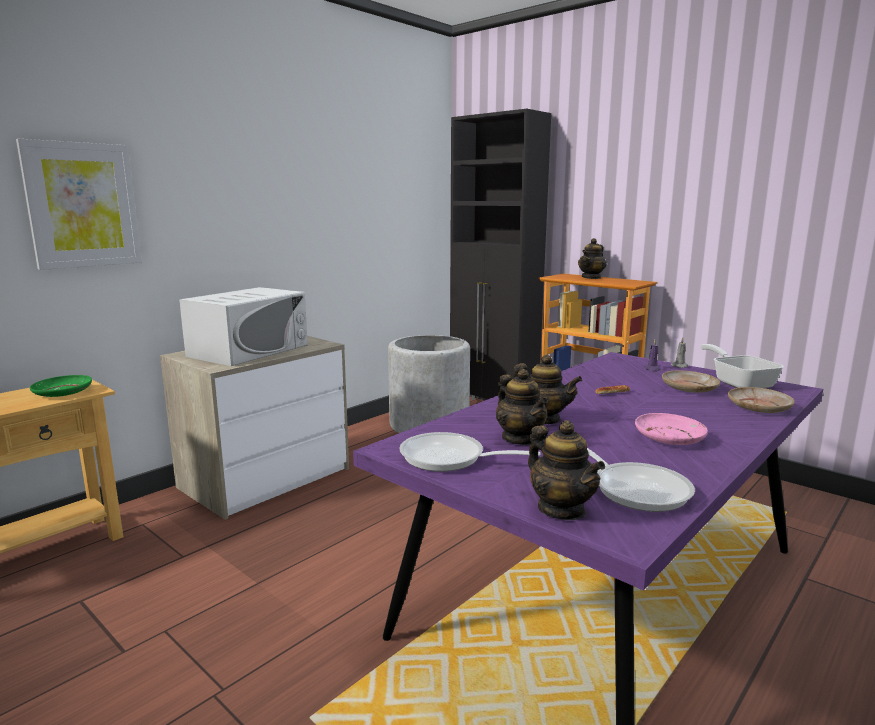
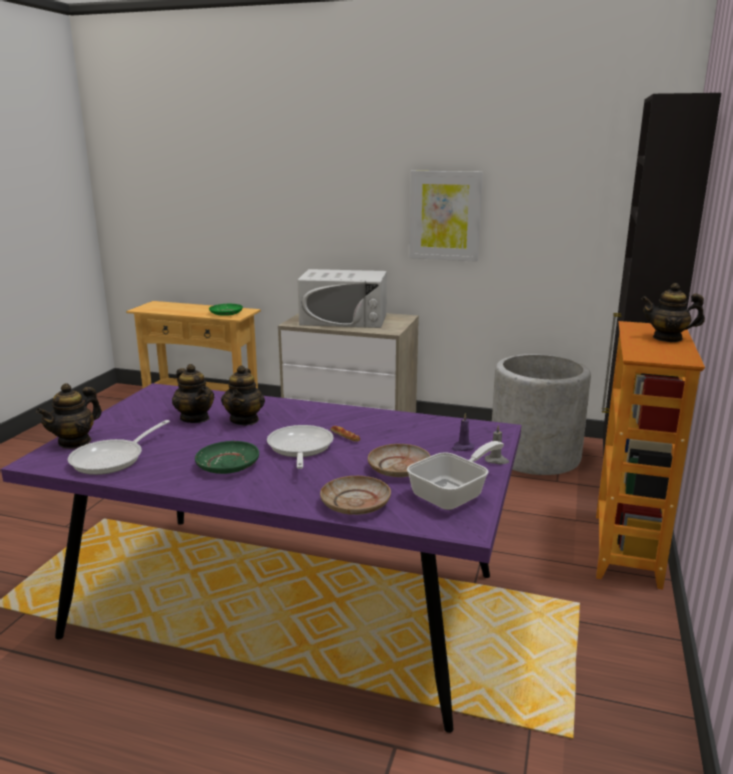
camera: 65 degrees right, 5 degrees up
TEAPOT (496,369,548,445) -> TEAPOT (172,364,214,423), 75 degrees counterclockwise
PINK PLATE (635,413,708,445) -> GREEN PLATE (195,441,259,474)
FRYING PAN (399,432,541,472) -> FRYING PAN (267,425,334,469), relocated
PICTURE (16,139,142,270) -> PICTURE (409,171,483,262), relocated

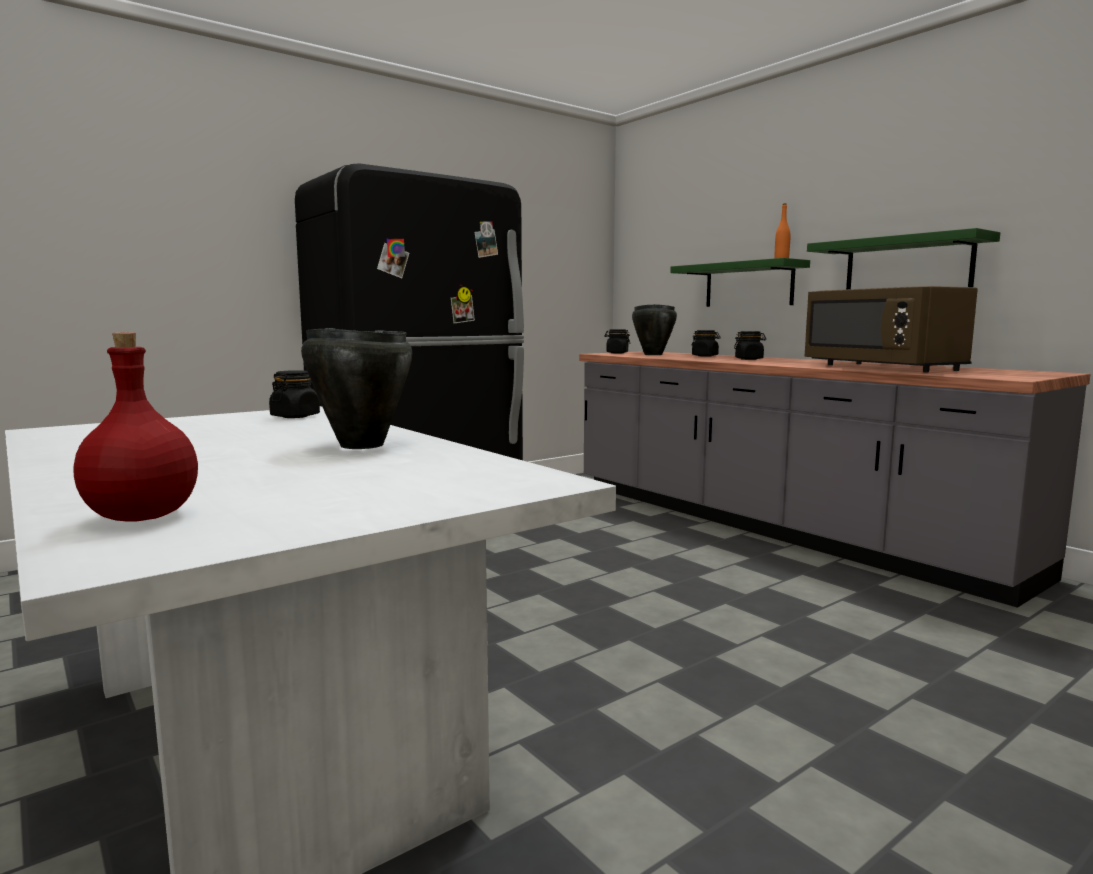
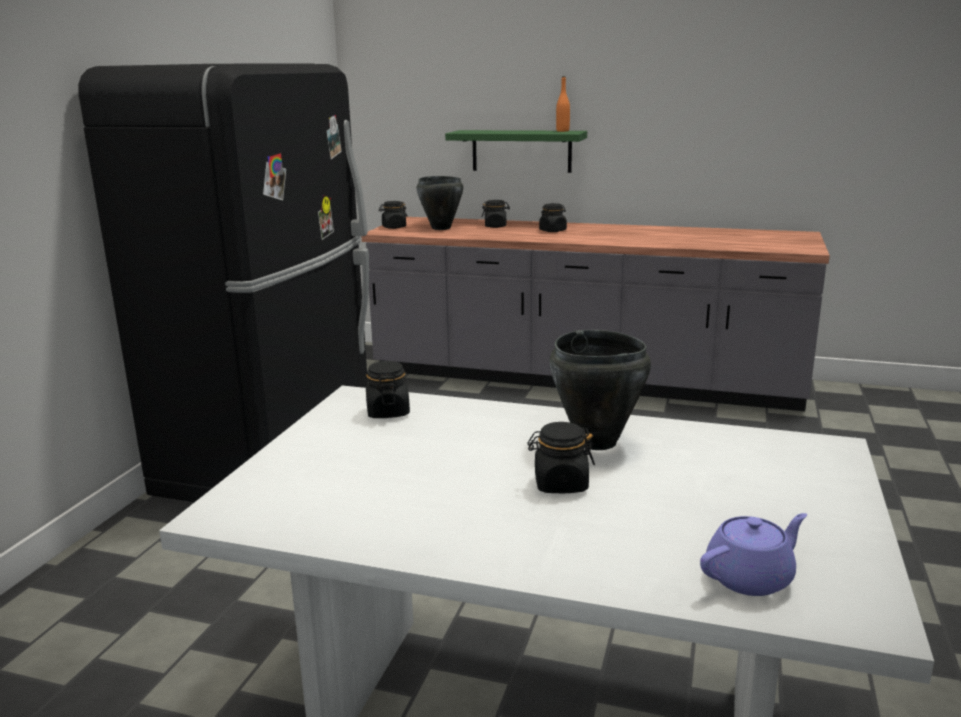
camera: 35 degrees left, 10 degrees up
none -> BLACK JAR (527,422,595,493)
RED BOTTLE (74,333,198,521) -> PURPLE TEAPOT (700,513,807,596)
BROWN MICROWAVE (805,286,978,373) -> none
GREEN SHELF (807,228,1000,289) -> none

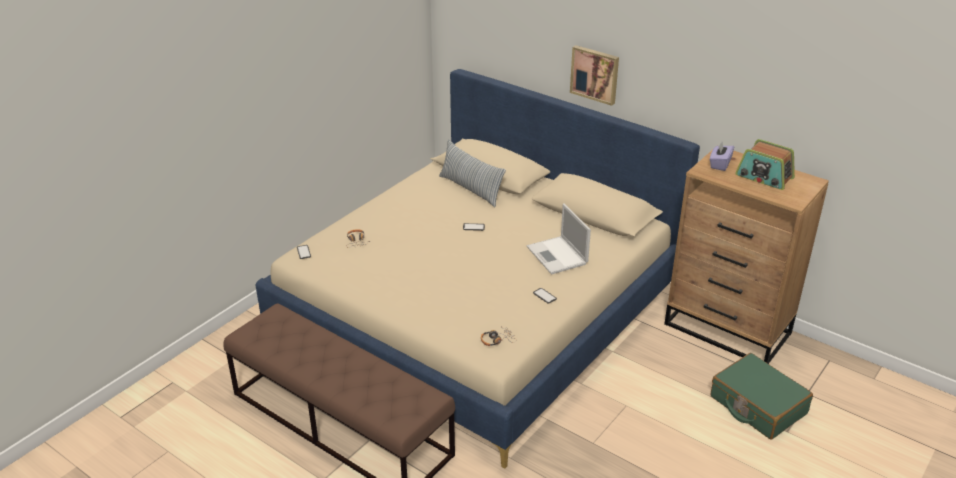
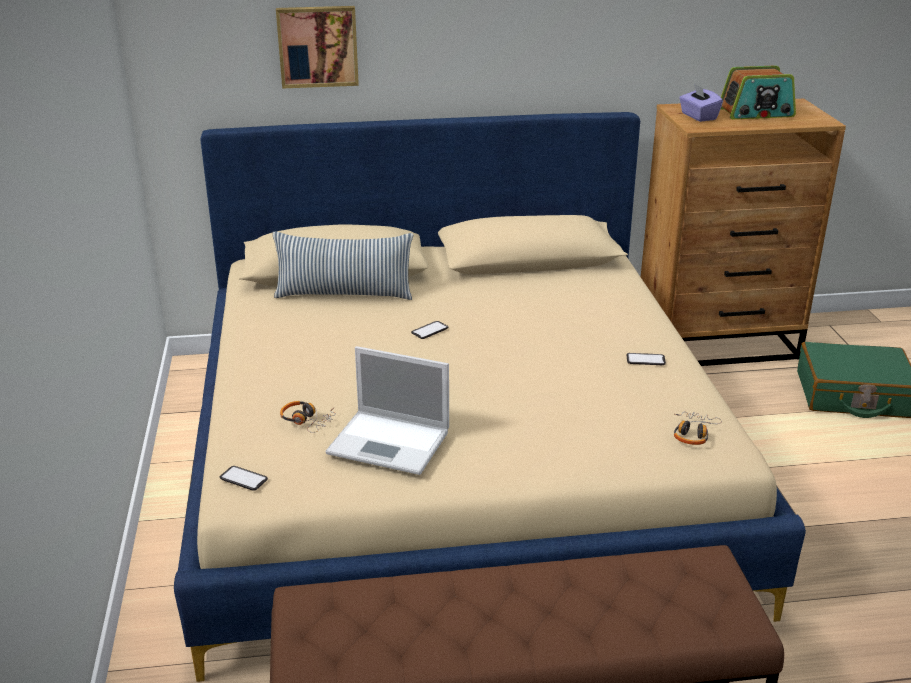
camera: 45 degrees left, 5 degrees down
PICTURE (570,45,619,106) -> PICTURE (276,6,359,89), relocated
LAPTOP (527,204,591,274) -> LAPTOP (325,346,449,475), relocated

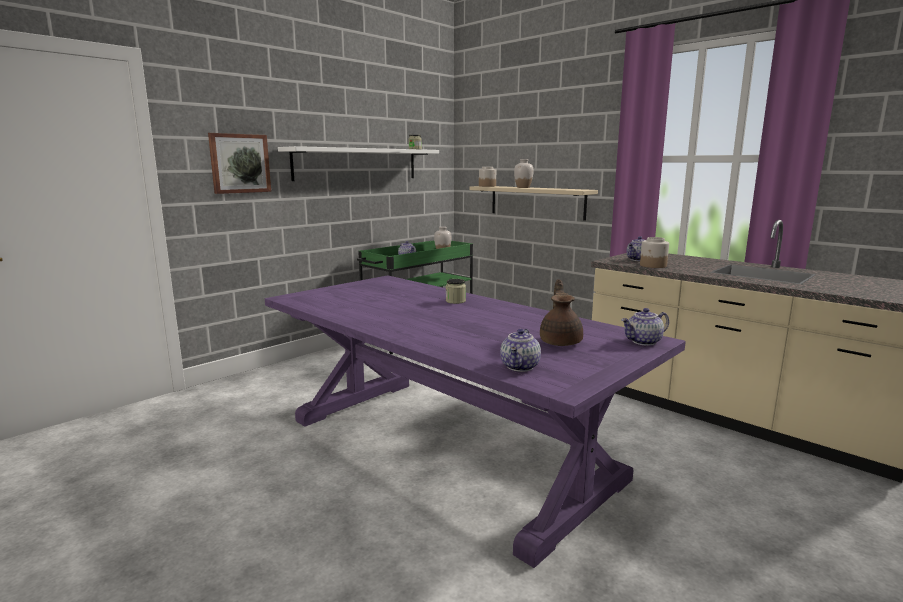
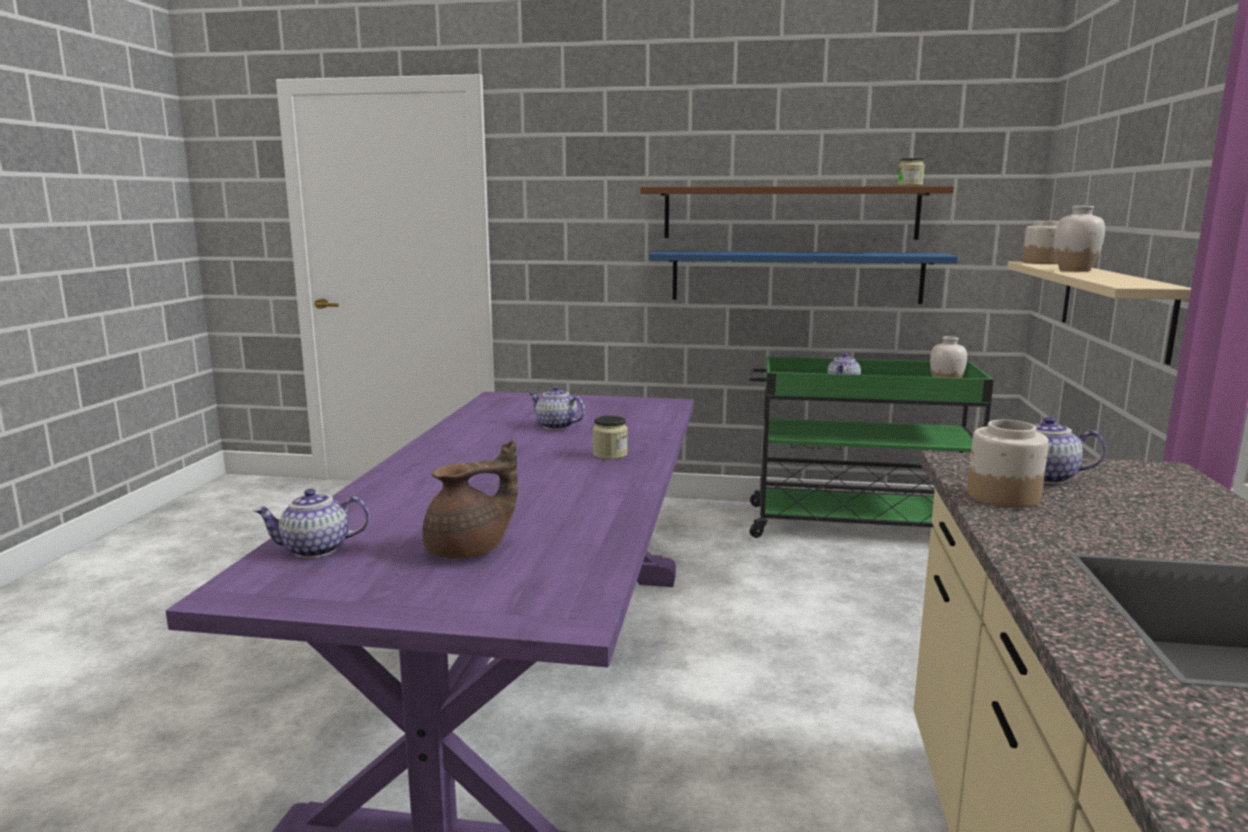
camera: 55 degrees right, 0 degrees up
TEAPOT (621,308,669,346) -> TEAPOT (529,386,585,430), relocated
WHITE SHELF (278,146,439,181) -> BROWN SHELF (640,186,954,240)
none -> BLUE SHELF (649,251,958,304)
PICTURE (208,133,271,194) -> none

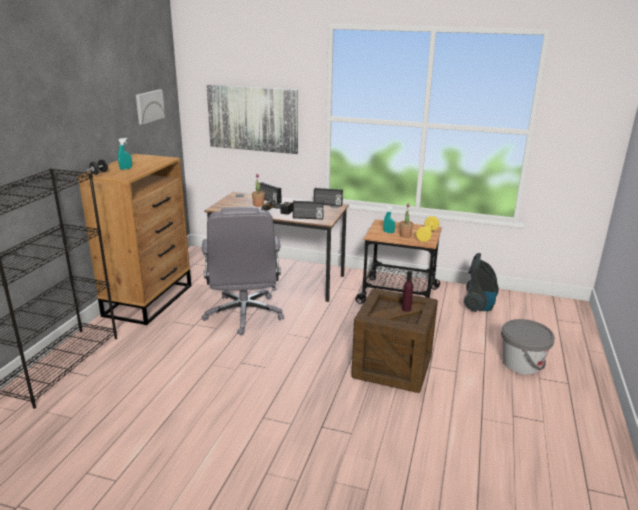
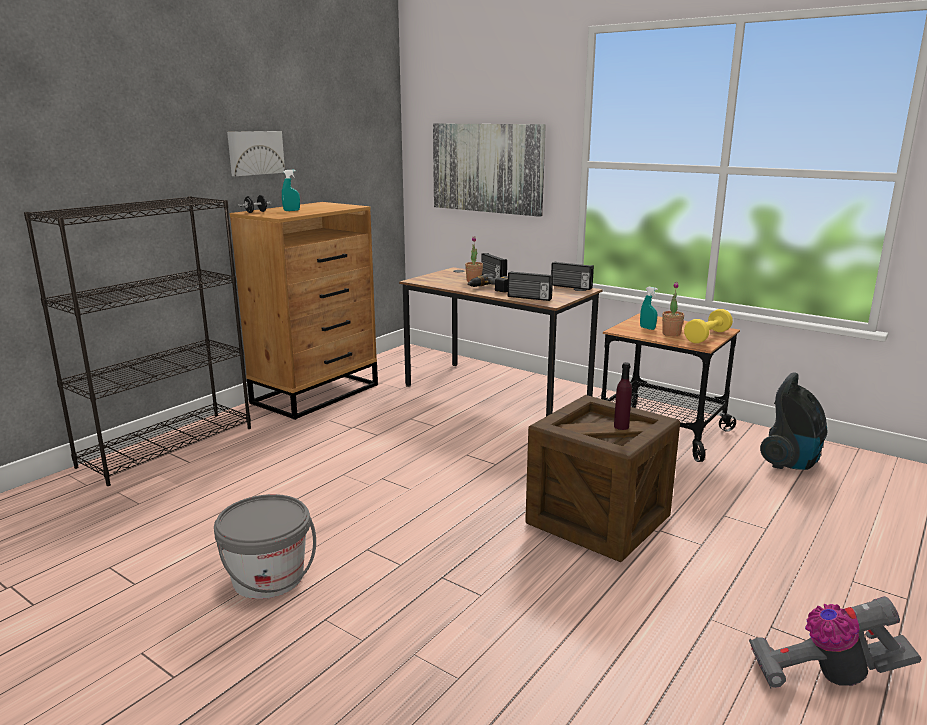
camera: 20 degrees right, 5 degrees down
GREY BUCKET (501,319,555,375) -> GREY BUCKET (214,494,316,599), relocated
PICTURE (136,90,165,125) -> PICTURE (227,131,285,176), relocated
none -> VACUUM CLEANER (749,596,922,688)
GREY OFFICE CHAIR (201,207,284,335) -> none

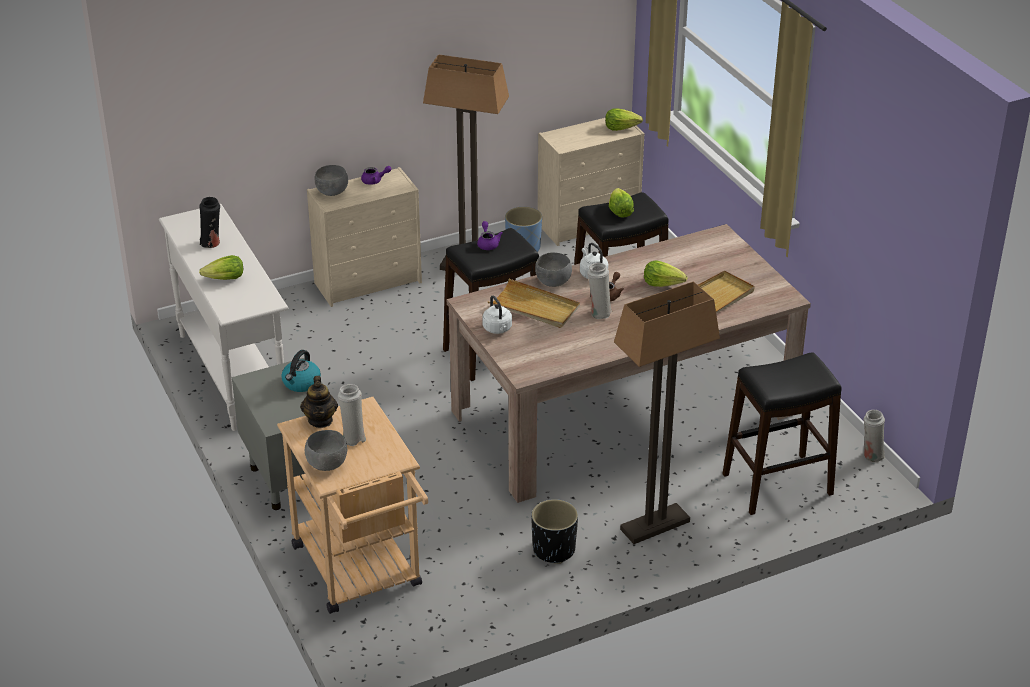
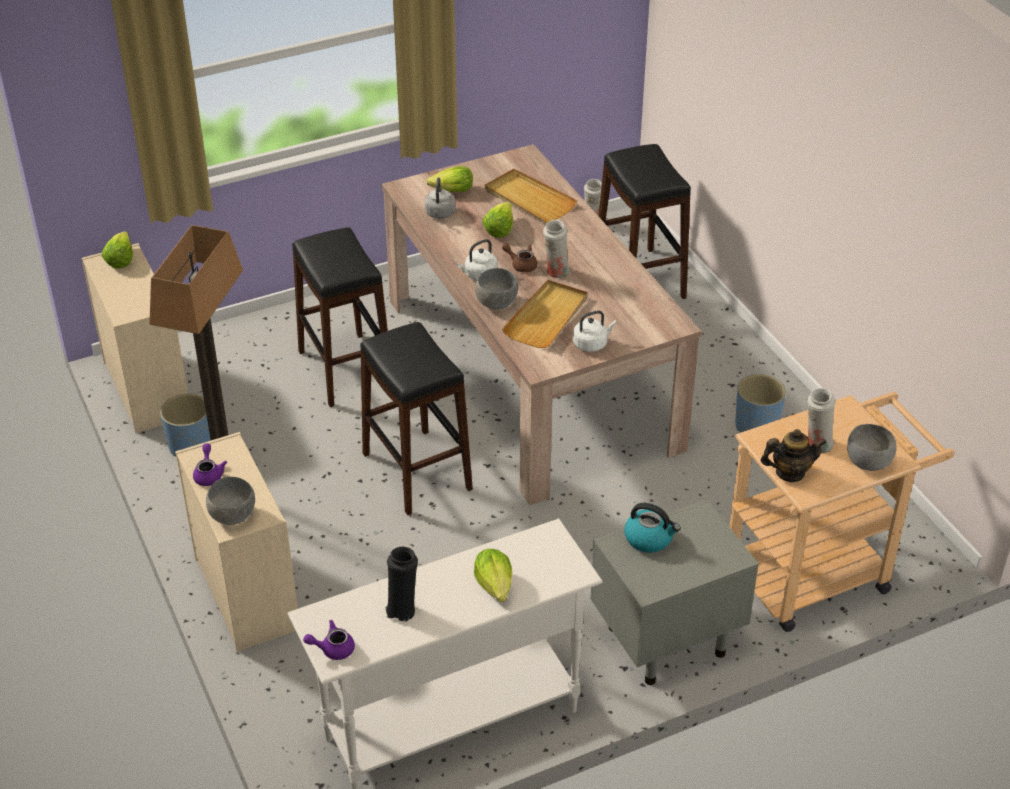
camera: 90 degrees left, 5 degrees up
PURPLE TEAPOT (477,221,503,250) -> PURPLE TEAPOT (303,620,355,660), relocated
none -> GREY KETTLE (425,178,456,219)
LETTUCE (609,188,634,218) -> LETTUCE (426,166,473,192), relocated
BLACK PLANTER (531,499,578,564) -> BLUE PLANTER (735,374,786,432)
FLOOR LAMP (614,281,720,544) -> none

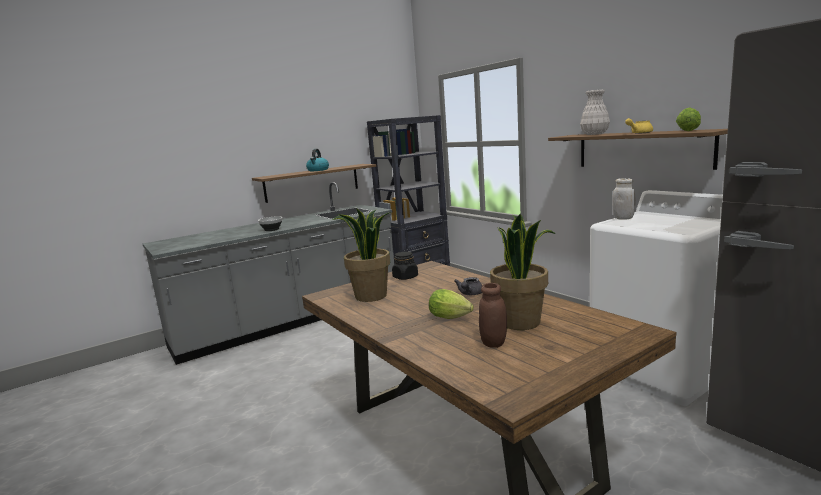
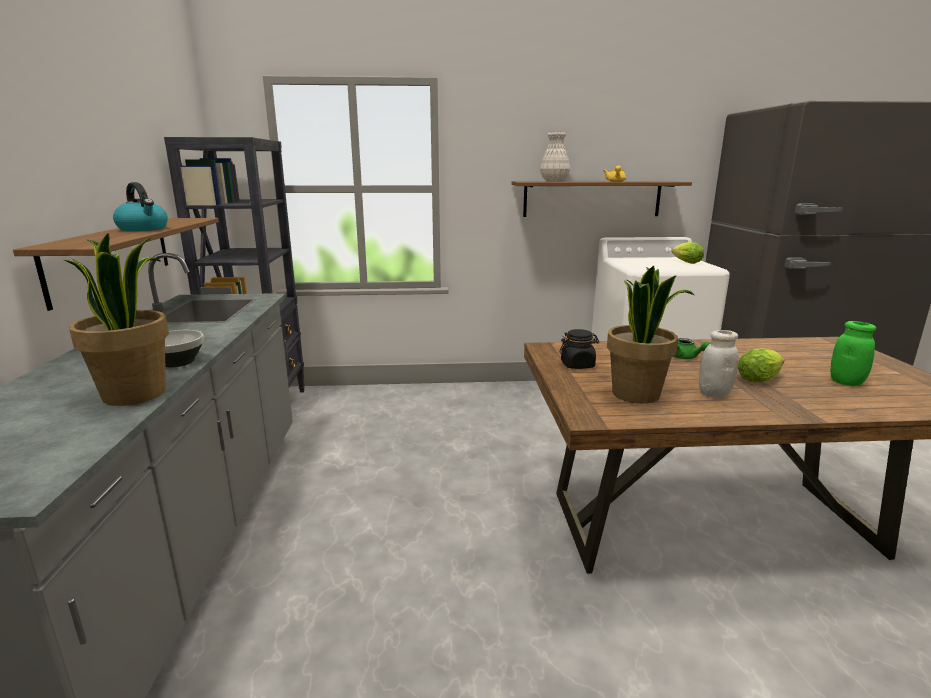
camera: 60 degrees left, 5 degrees up
POTTED PLANT (490,214,555,330) -> POTTED PLANT (64,233,169,406), relocated
LETTUCE (676,108,701,131) -> LETTUCE (672,242,704,264), relocated
GREY TEAPOT (454,277,482,295) -> GREEN TEAPOT (674,338,710,359)
WHITE JAR (612,178,636,220) -> WHITE JAR (699,330,739,398), relocated
BROWN JAR (479,283,507,348) -> GREEN JAR (830,321,876,386)

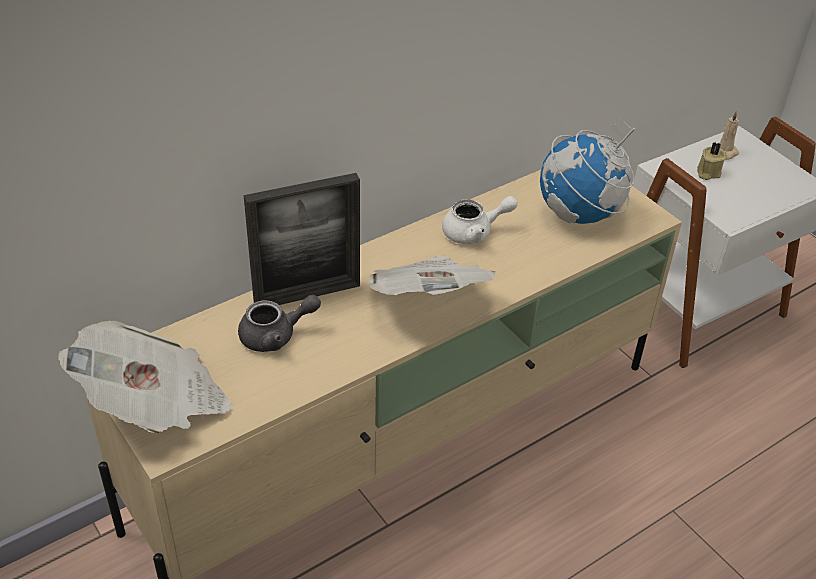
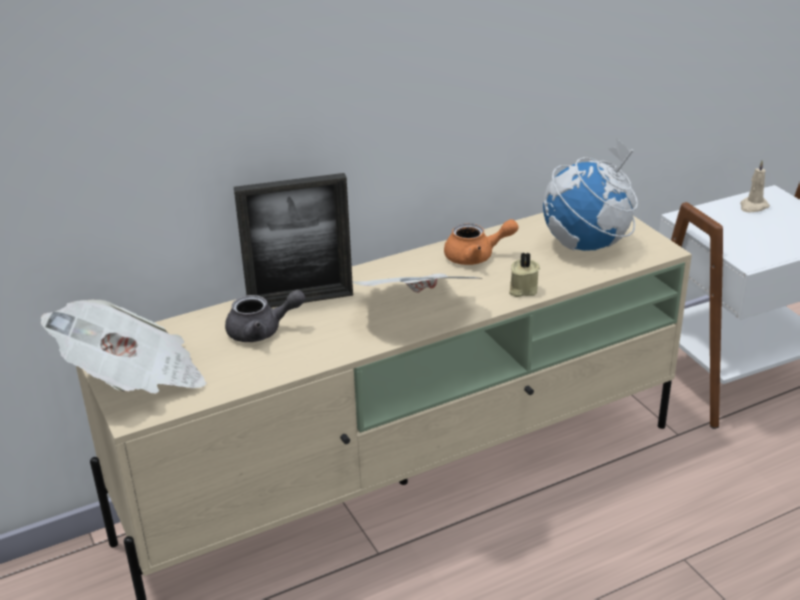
camera: 10 degrees right, 10 degrees down
WHITE TEAPOT (442,196,518,244) -> ORANGE TEAPOT (444,219,519,265)
BEIGE CANDLE (697,142,727,180) -> BEIGE CANDLE (509,252,540,297), relocated

